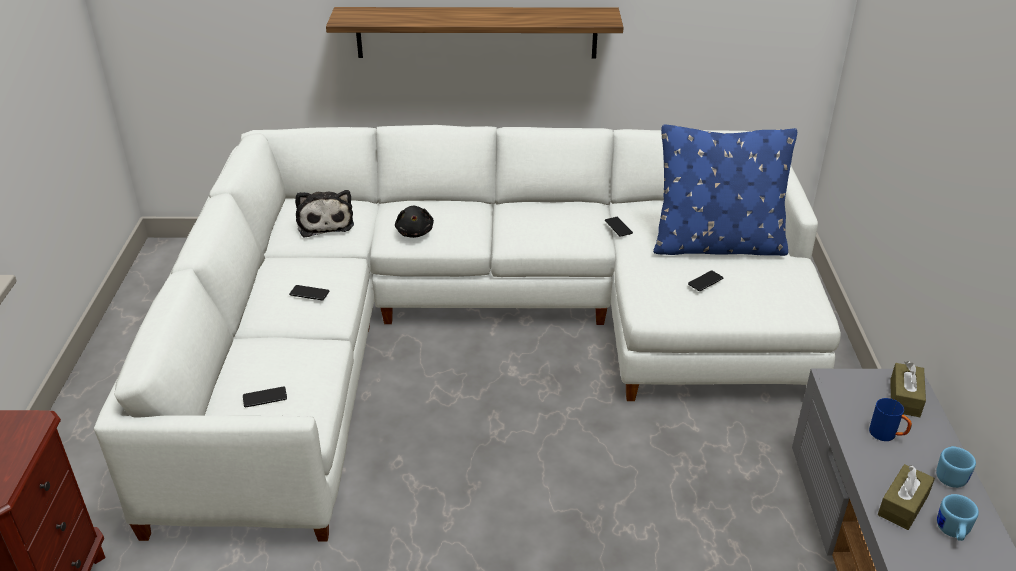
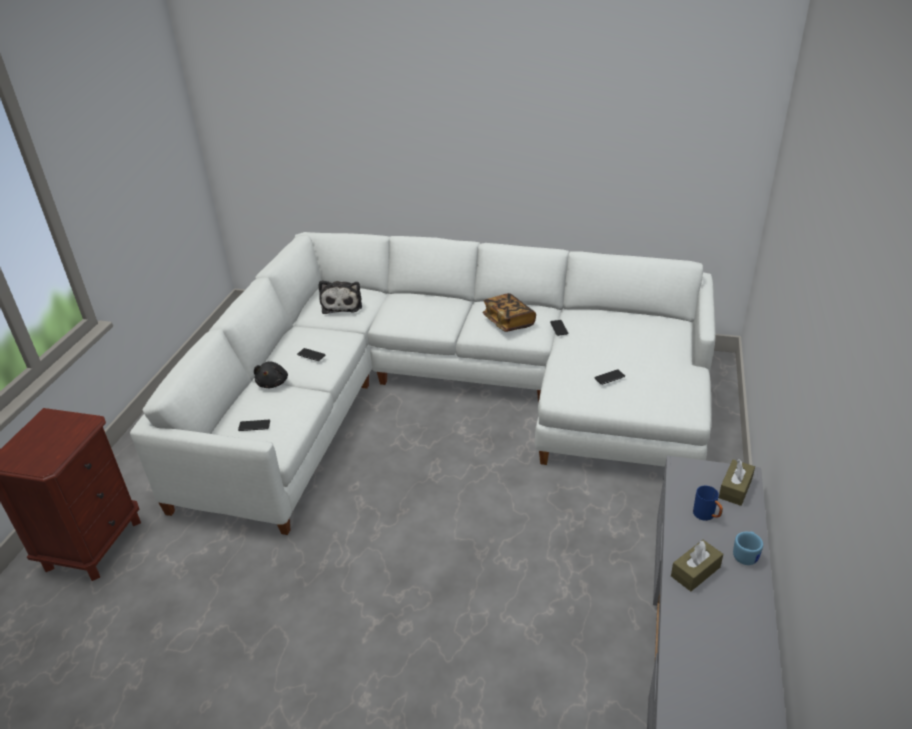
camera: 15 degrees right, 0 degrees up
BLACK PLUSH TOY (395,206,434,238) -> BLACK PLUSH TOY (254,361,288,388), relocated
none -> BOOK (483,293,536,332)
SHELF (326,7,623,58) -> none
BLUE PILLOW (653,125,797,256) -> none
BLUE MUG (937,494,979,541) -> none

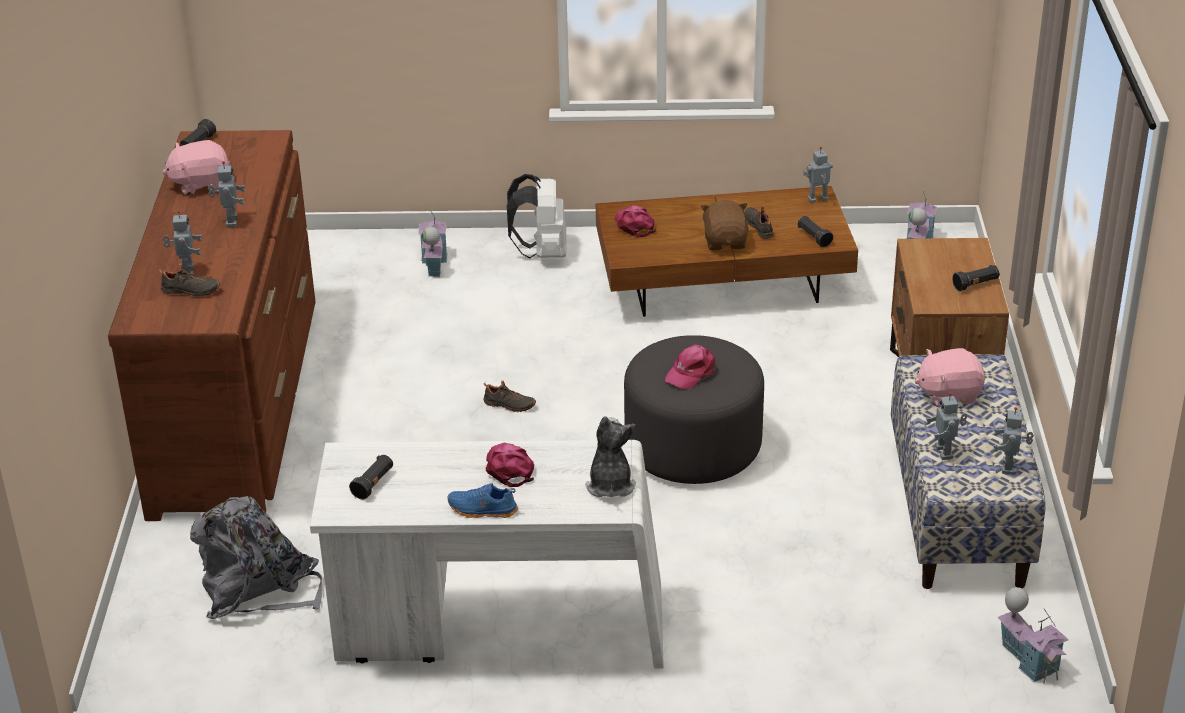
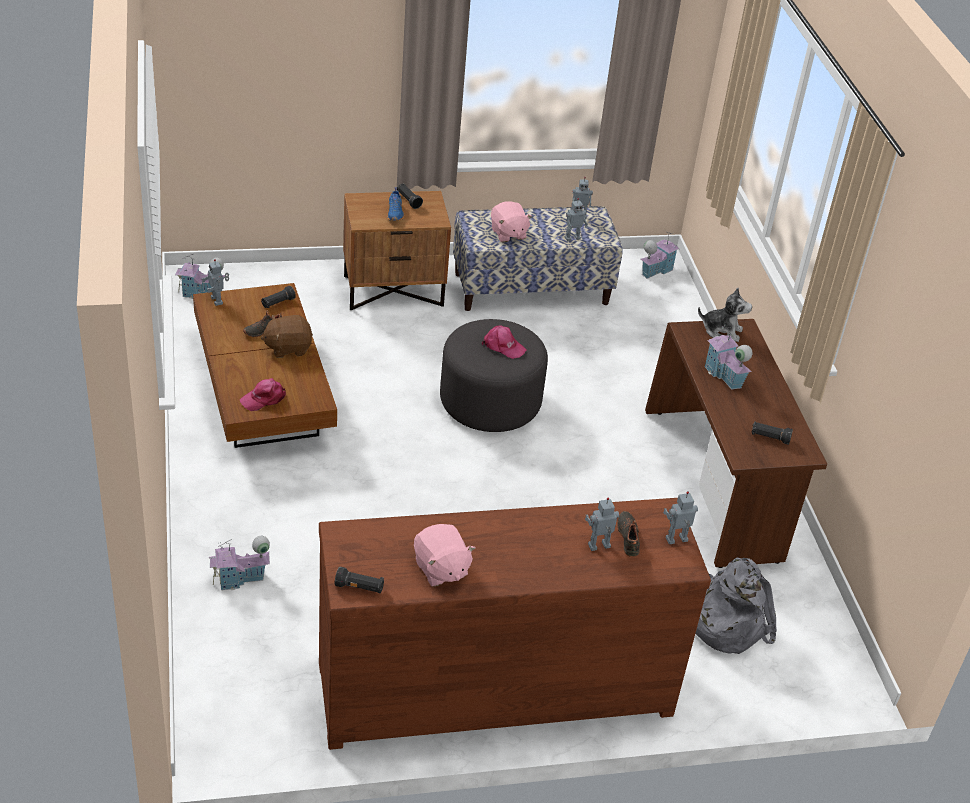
camera: 105 degrees left, 5 degrees up
BLUE SHOE (448,483,518,518) -> BLUE SHOE (387,187,404,221), relocated
WHITE DESK (310,440,664,669) -> BROWN DESK (645,319,827,568)
TOY ROBOT (208,161,245,227) -> TOY ROBOT (663,491,698,544), relocated
PLUSH TOY (585,416,636,497) -> PLUSH TOY (698,288,752,342), 150 degrees counterclockwise
PINK CAP (486,443,534,487) -> TOY HOUSE (704,326,753,390)
BLACK SHOE (484,380,536,412) -> none
WHITE BACKPACK (507,174,566,258) -> none

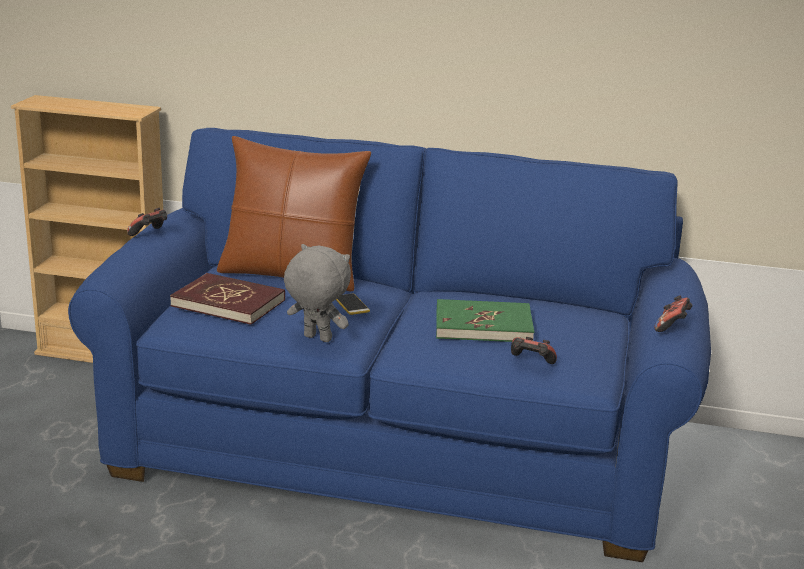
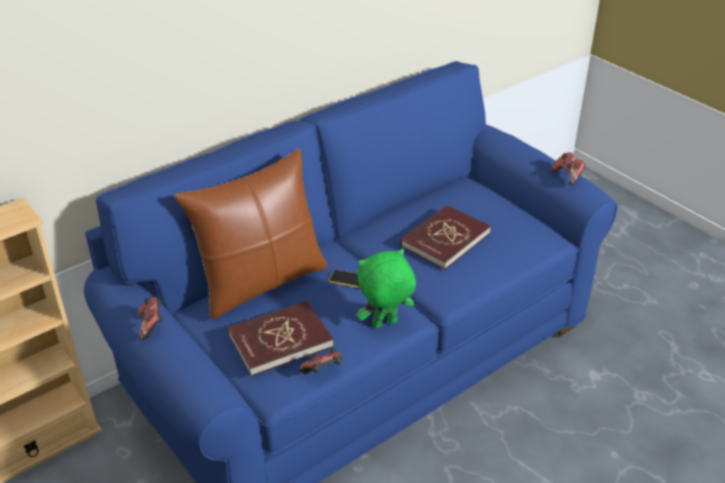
camera: 50 degrees left, 15 degrees up
GAME CONTROLLER (511,337,557,364) -> GAME CONTROLLER (300,349,342,374), relocated
GREY PLUSH TOY (284,244,351,342) -> GREEN PLUSH TOY (357,249,416,328)
GREEN BOOK (436,299,534,342) -> RED BOOK (400,205,491,269)

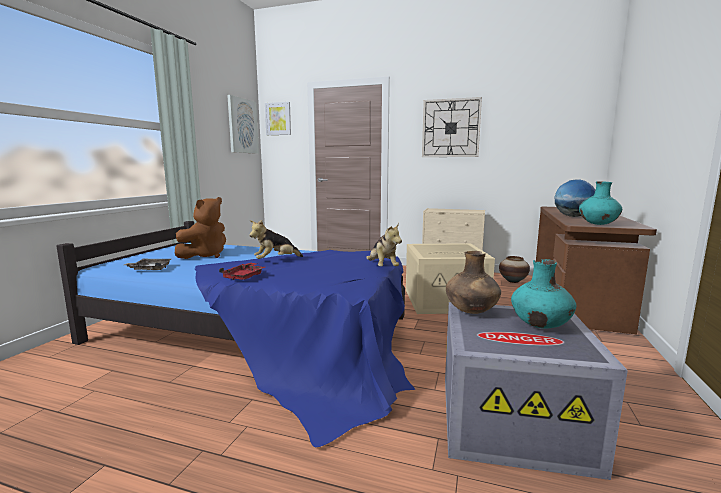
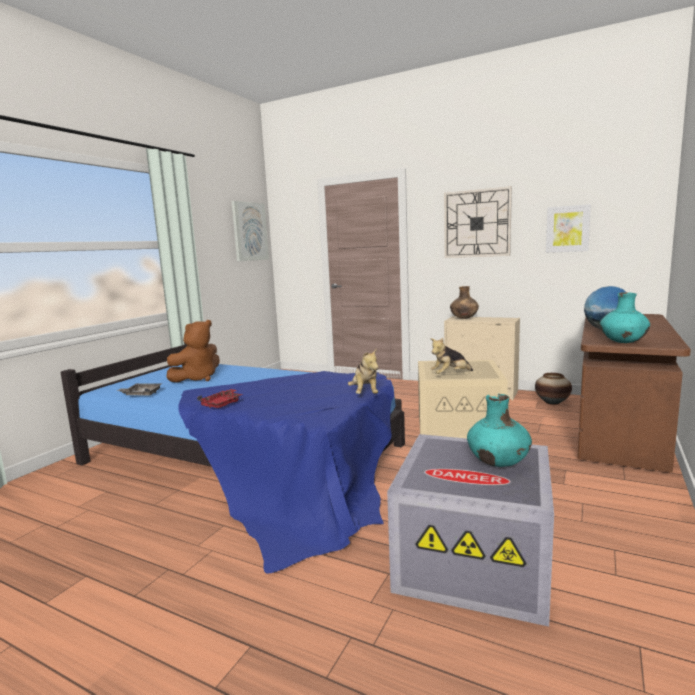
camera: 10 degrees right, 0 degrees up
PLUSH TOY (249,220,303,259) -> PLUSH TOY (430,338,473,374), relocated
BROWN VASE (446,251,501,314) -> BROWN VASE (450,286,479,319), relocated
PICTURE (265,102,291,135) -> PICTURE (546,204,591,253), relocated

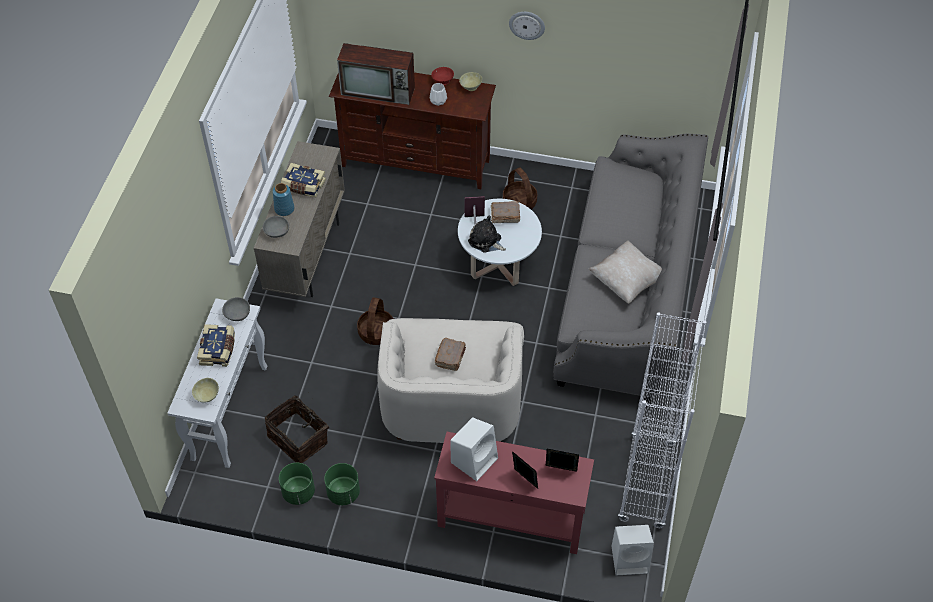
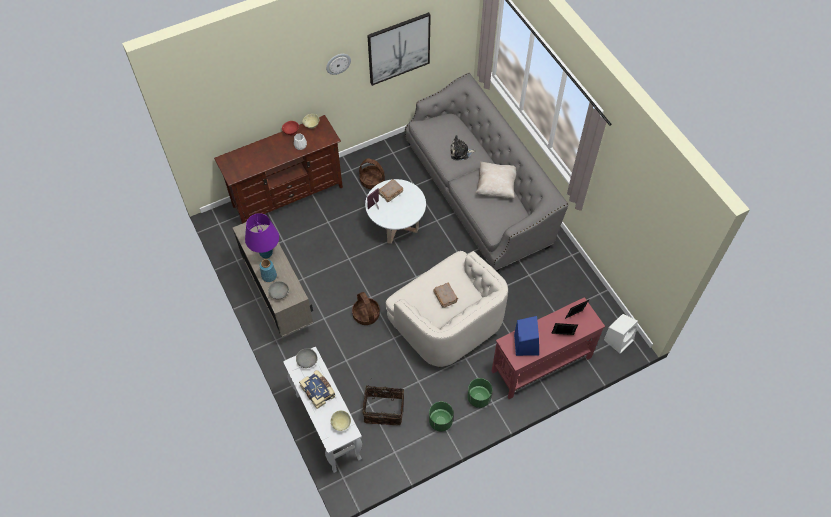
camera: 40 degrees left, 5 degrees up
BOOK (281,163,326,197) -> PURPLE TABLE LAMP (245,213,279,258)
none -> PICTURE (367,12,431,86)
PLUSH TOY (468,215,506,253) -> PLUSH TOY (450,135,476,161), relocated
GREEN PLANTER (279,463,315,505) -> GREEN PLANTER (467,378,492,408), relocated
WHITE SPEAKER (450,417,498,481) -> BLUE SPEAKER (514,316,539,356)
TELEVISION (337,43,415,105) -> none
WHITE BOOKCASE (618,312,706,529) -> none

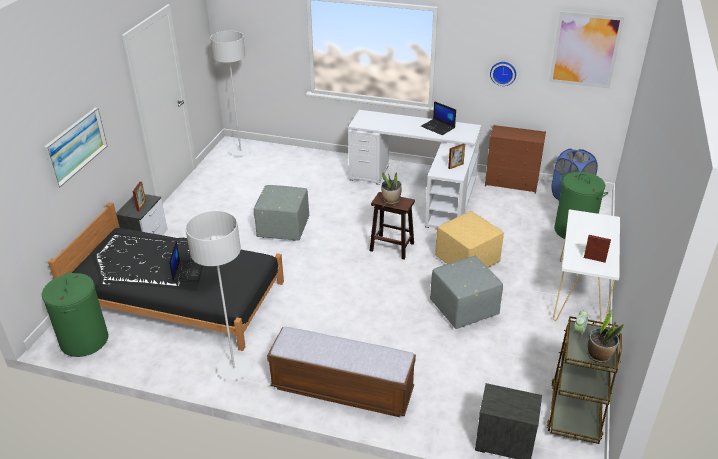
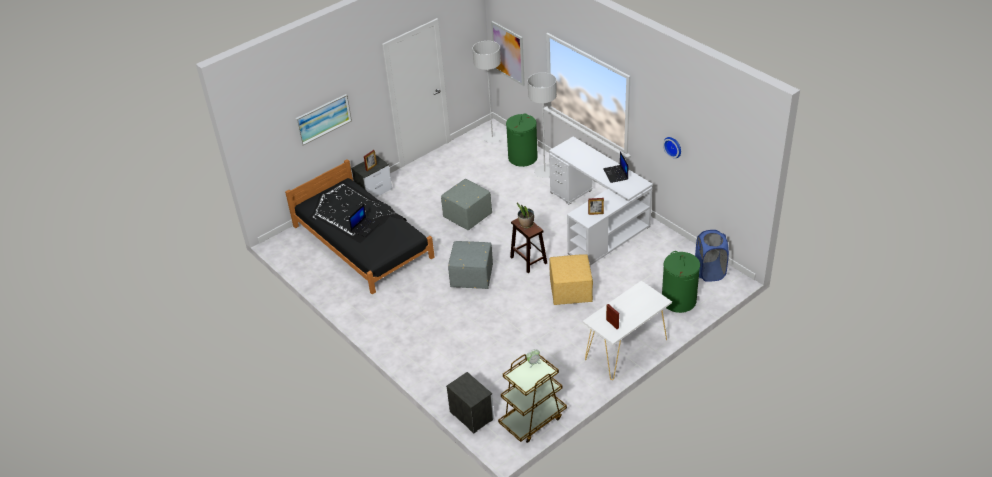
camera: 35 degrees right, 5 degrees up
GREY OTTOMAN (430,256,503,329) -> GREY OTTOMAN (448,241,493,289), relocated
PICTURE (549,11,624,88) -> PICTURE (491,21,525,86), relocated
GREEN LAUNDRY BASKET (42,272,109,357) -> GREEN LAUNDRY BASKET (506,114,538,167), relocated
GREY FLOOR LAMP (185,211,251,381) -> GREY FLOOR LAMP (528,72,557,178), relocated
BENCH (267,327,416,417) -> none
BROWN DRESSER (485,125,546,194) -> none
POTTED PLANT (587,309,624,363) -> none

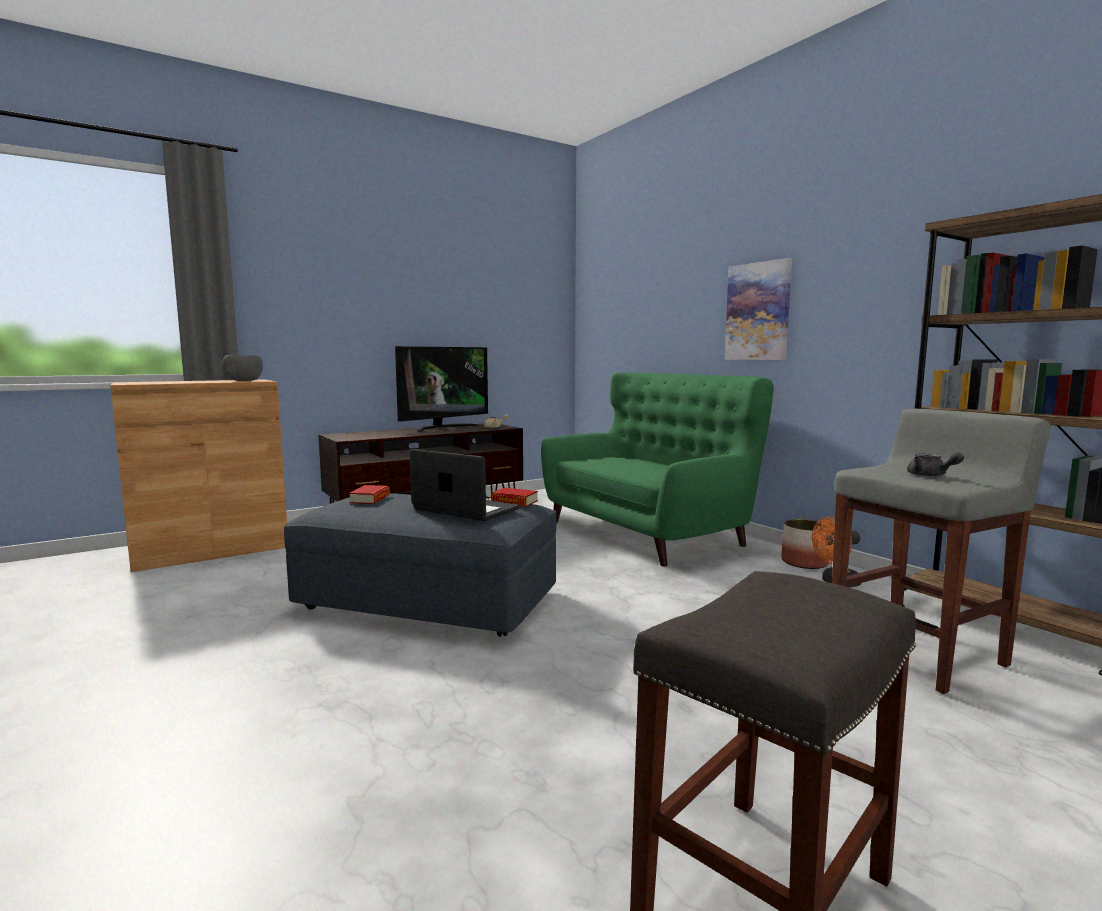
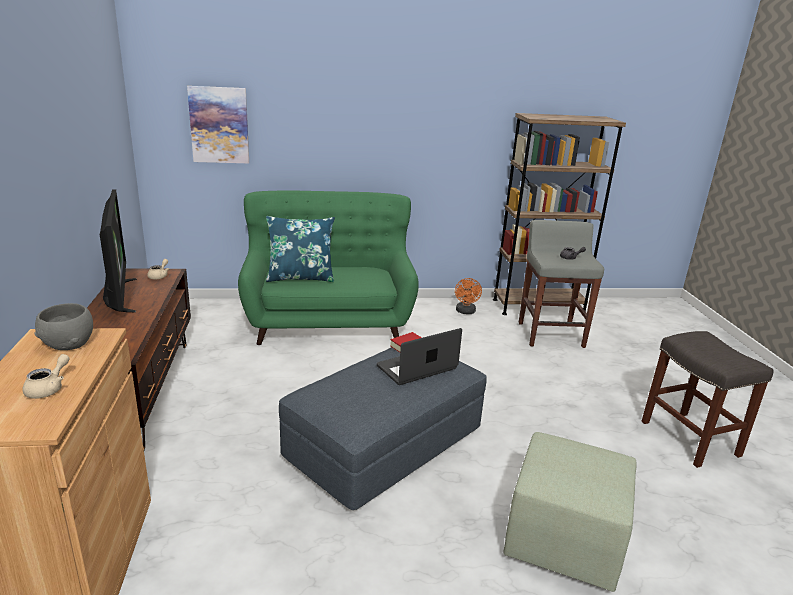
camera: 65 degrees left, 15 degrees up
none -> BEIGE TEAPOT (22,354,70,399)
PICTURE (725,258,792,360) -> PICTURE (187,86,249,163), relocated
none -> BLUE PILLOW (266,216,335,282)
none -> GREEN OTTOMAN (504,432,637,592)
BOOK (349,485,390,504) -> none
PLANTER (781,519,829,569) -> none

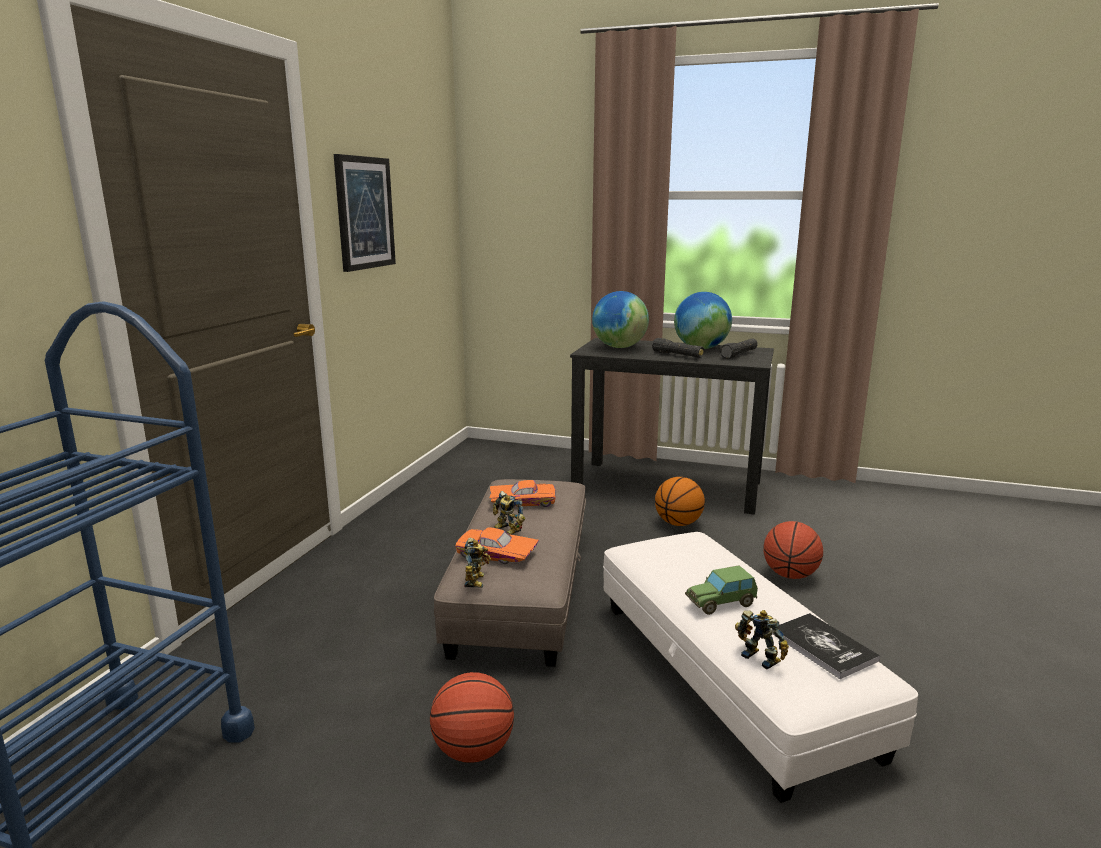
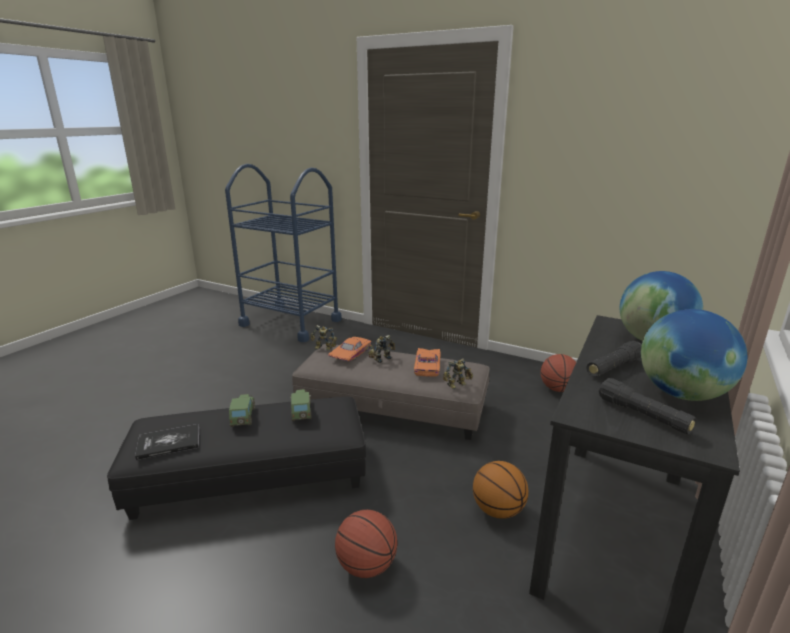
camera: 100 degrees right, 5 degrees up
WHITE OTTOMAN (603,532,918,803) -> BLACK OTTOMAN (107,396,366,520)
none -> TOY CAR (290,389,312,421)
TOY ROBOT (735,610,789,669) -> TOY ROBOT (443,358,473,389), relocated
BASKETBALL (430,672,514,763) -> BASKETBALL (541,354,576,392), relocated
PICTURE (334,154,396,272) -> none

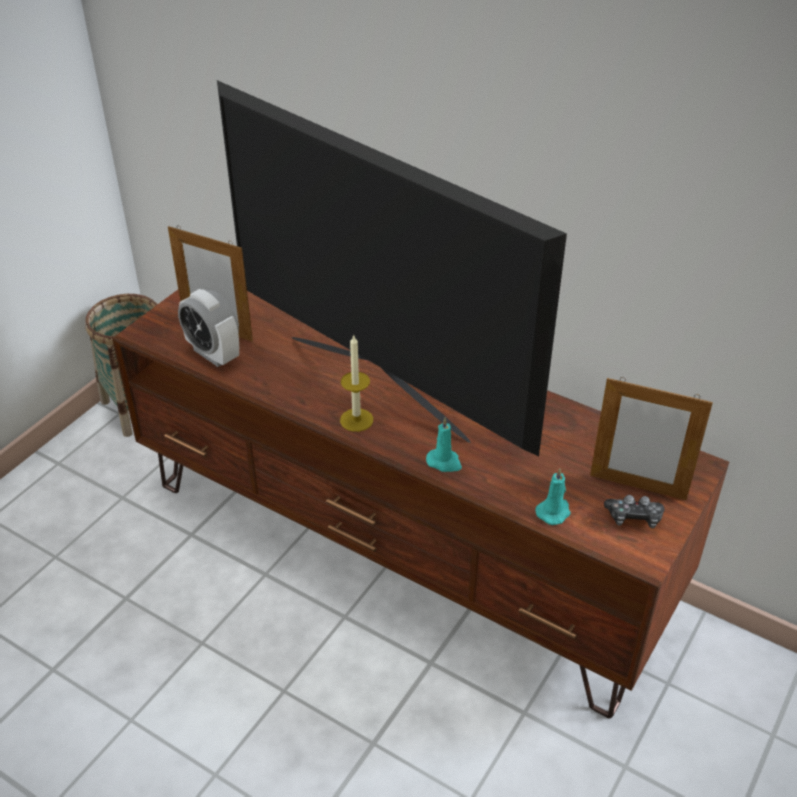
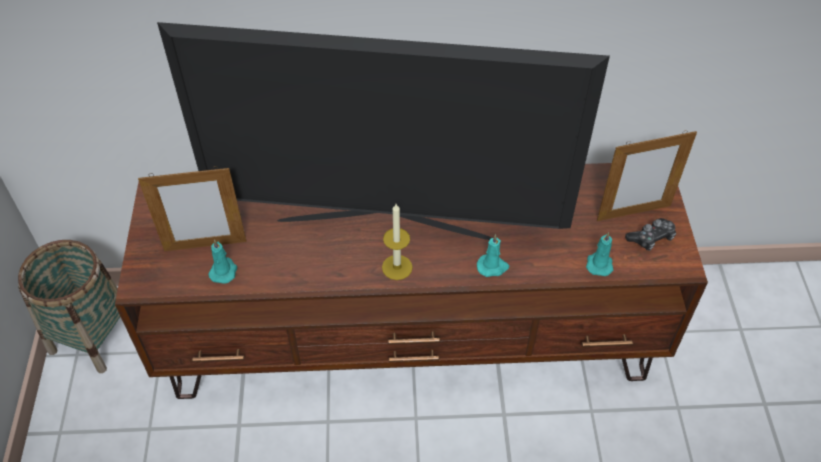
camera: 35 degrees left, 10 degrees up
ALARM CLOCK (178,289,239,367) -> TURQUOISE CANDLE (208,239,237,284)

